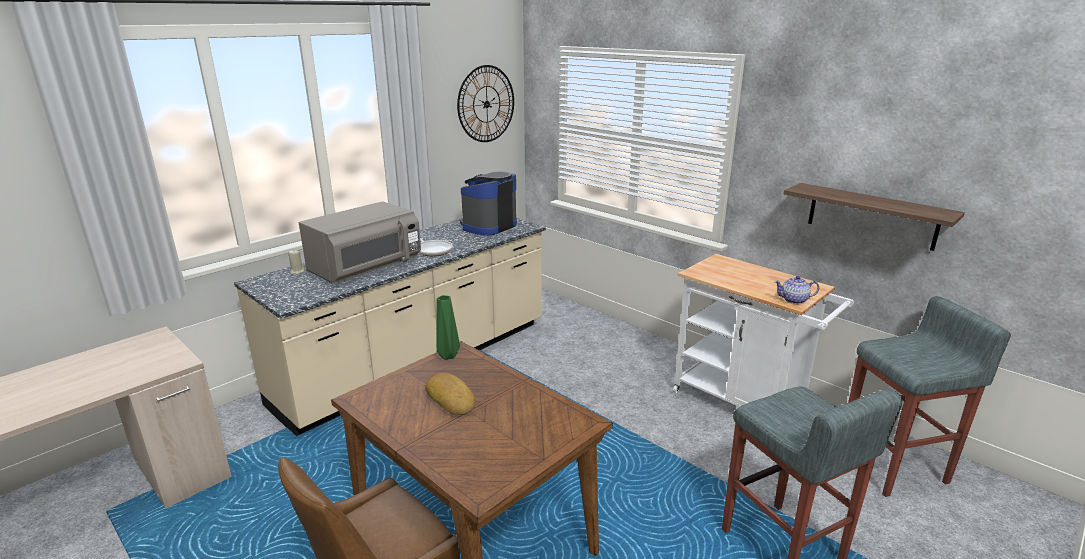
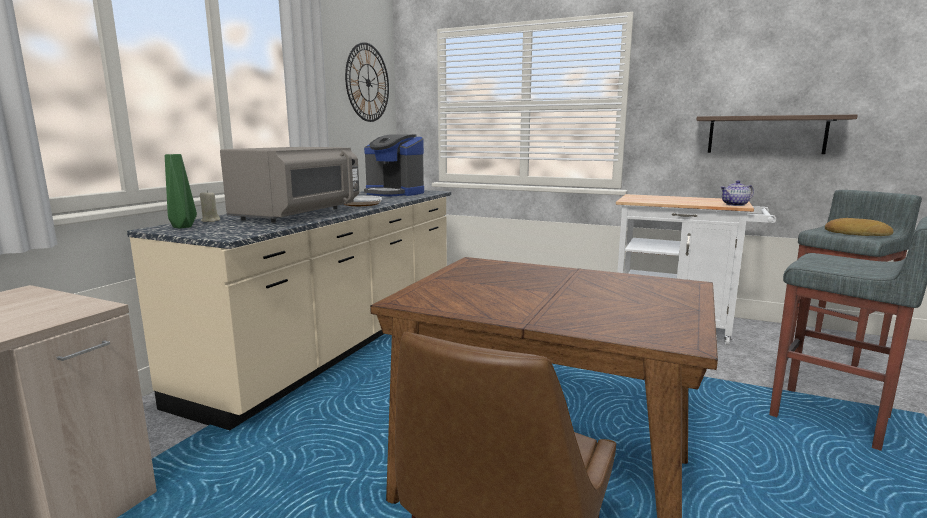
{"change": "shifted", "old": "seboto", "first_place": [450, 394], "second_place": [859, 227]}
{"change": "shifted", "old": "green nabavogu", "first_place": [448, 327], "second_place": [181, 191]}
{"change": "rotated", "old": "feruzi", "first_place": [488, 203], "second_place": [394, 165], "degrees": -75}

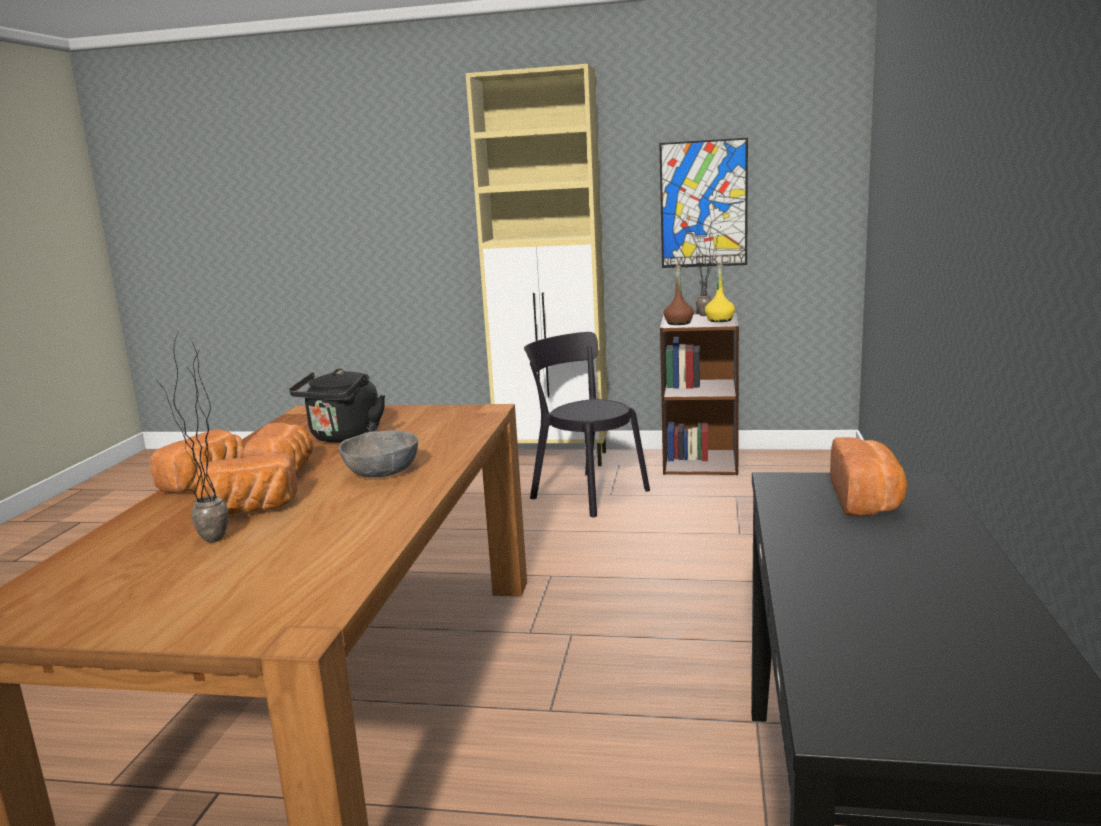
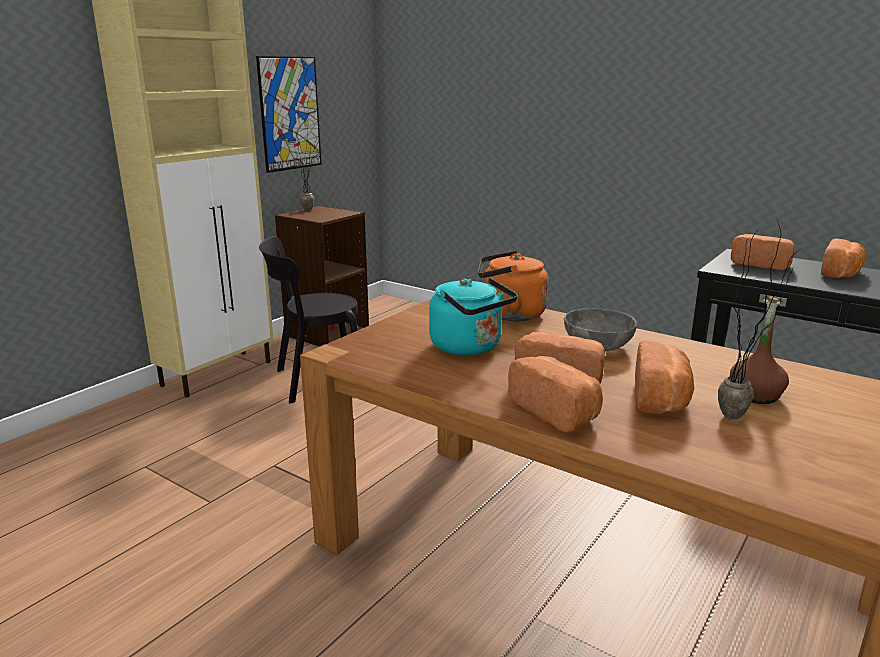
{"change": "gone", "old": "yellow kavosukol", "first_place": [720, 292]}
{"change": "new", "new": "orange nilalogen", "second_place": [513, 286]}
{"change": "new", "new": "seboto", "second_place": [843, 258]}
{"change": "shifted", "old": "brown kavosukol", "first_place": [679, 295], "second_place": [759, 350]}
{"change": "repainted", "old": "black nilalogen", "new": "turquoise nilalogen", "first_place": [337, 406], "second_place": [473, 317]}

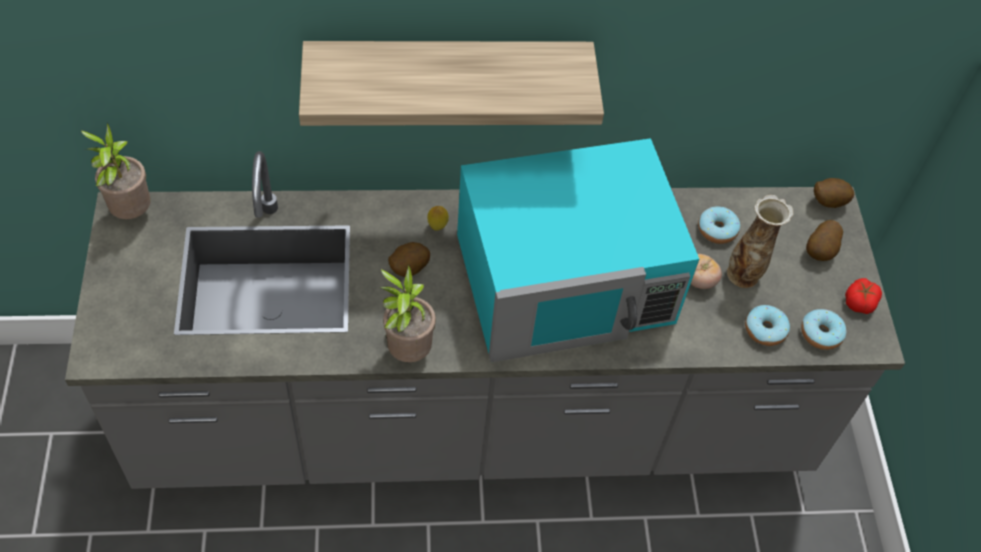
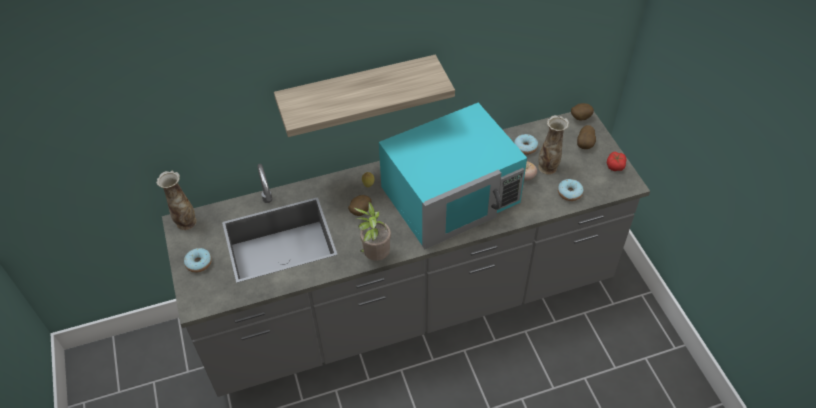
{"change": "shifted", "old": "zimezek", "first_place": [823, 329], "second_place": [198, 260]}
{"change": "swapped", "old": "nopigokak", "new": "nabavogu", "first_place": [116, 171], "second_place": [176, 200]}

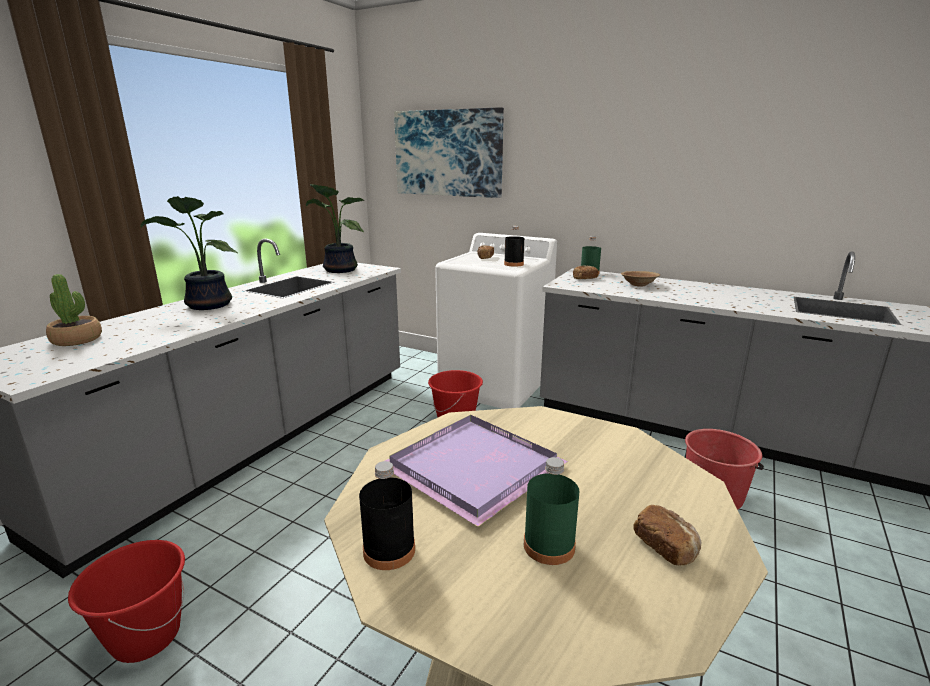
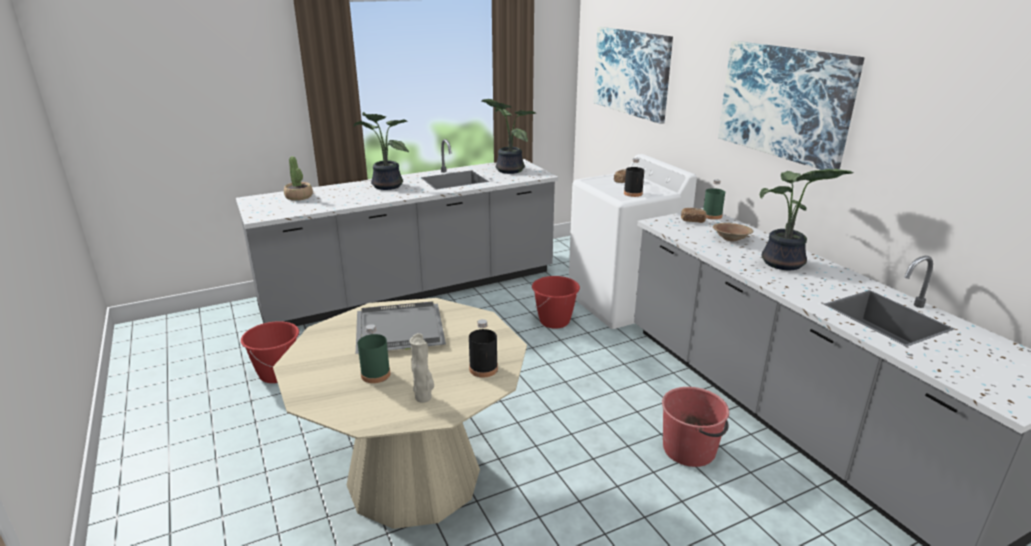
{"change": "new", "new": "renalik", "second_place": [791, 105]}
{"change": "new", "new": "nopigokak", "second_place": [806, 219]}
{"change": "shifted", "old": "black kavosukol", "first_place": [387, 515], "second_place": [483, 348]}
{"change": "swapped", "old": "seboto", "new": "beige nabavogu", "first_place": [667, 535], "second_place": [422, 368]}
{"change": "repainted", "old": "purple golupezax", "new": "grey golupezax", "first_place": [476, 471], "second_place": [401, 327]}

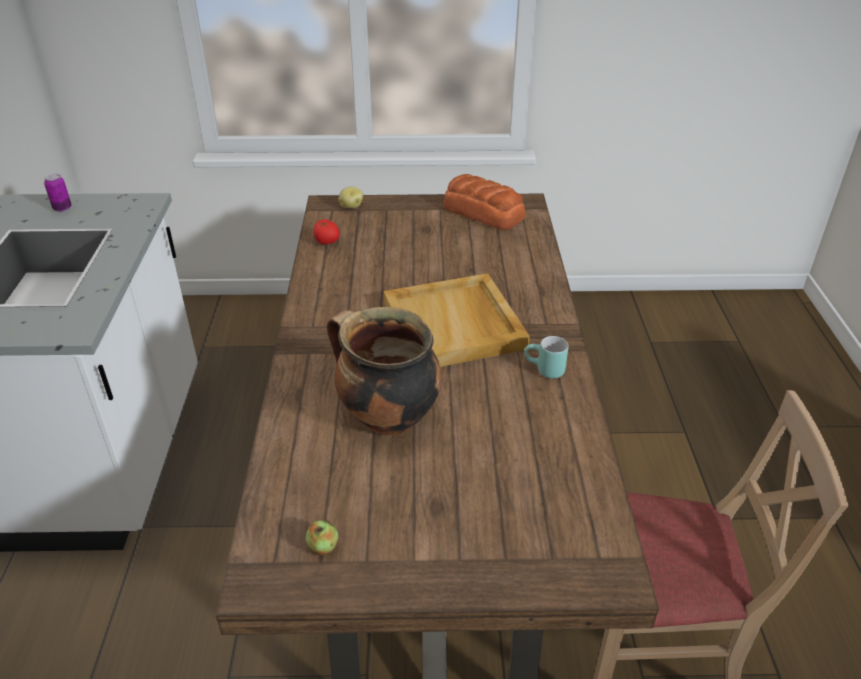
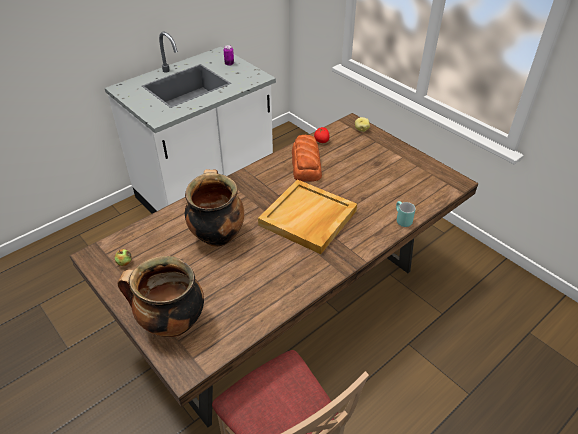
{"change": "new", "new": "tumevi", "second_place": [161, 296]}
{"change": "shifted", "old": "seboto", "first_place": [484, 202], "second_place": [307, 158]}
{"change": "shifted", "old": "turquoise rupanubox", "first_place": [546, 357], "second_place": [406, 214]}

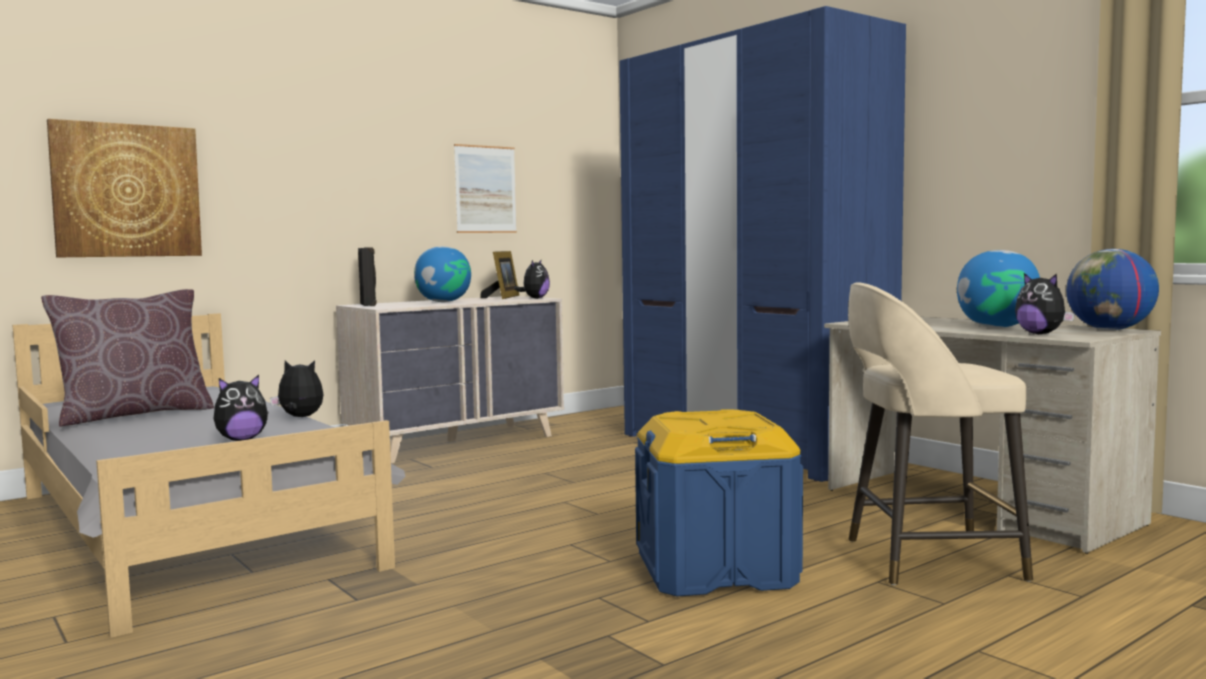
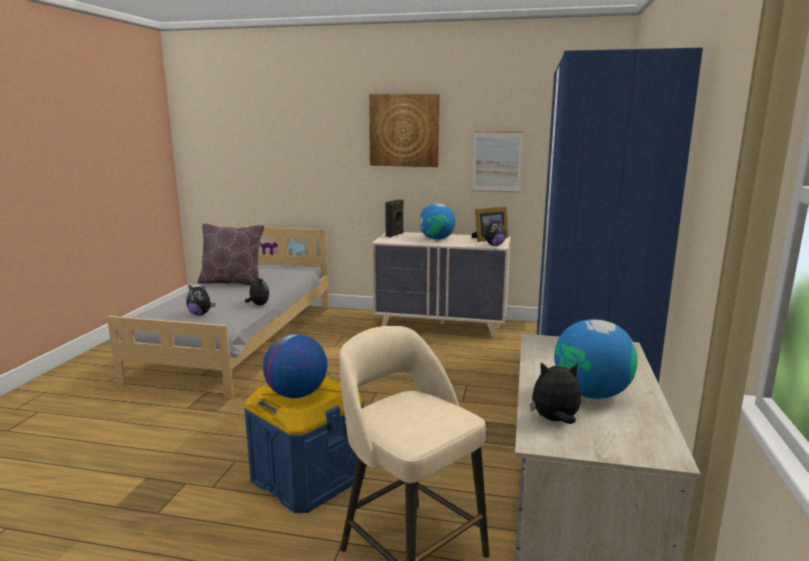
{"change": "shifted", "old": "renalik", "first_place": [124, 188], "second_place": [404, 130]}
{"change": "shifted", "old": "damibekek", "first_place": [1112, 289], "second_place": [295, 366]}
{"change": "rotated", "old": "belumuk", "first_place": [1045, 303], "second_place": [555, 393], "degrees": 75}

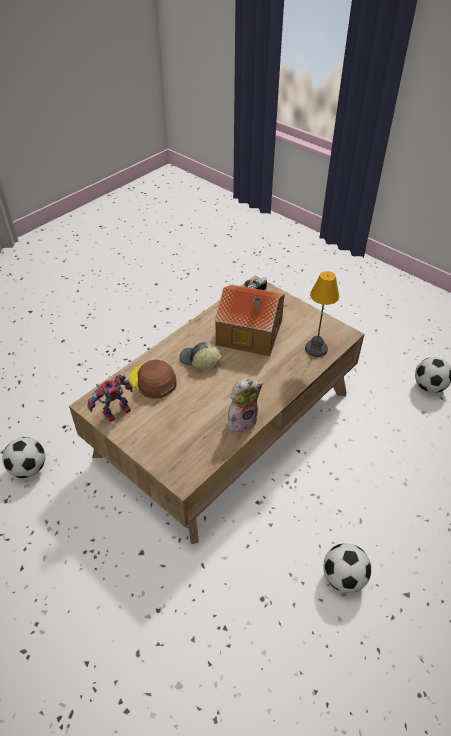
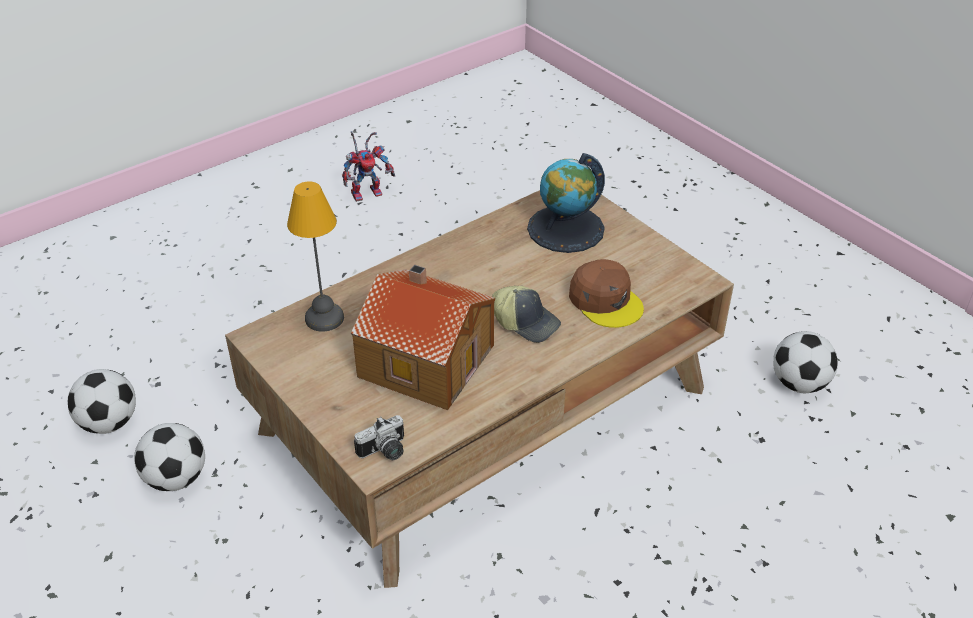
{"change": "gone", "old": "belumuk", "first_place": [245, 405]}
{"change": "new", "new": "damibekek", "second_place": [566, 203]}
{"change": "shifted", "old": "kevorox", "first_place": [110, 397], "second_place": [368, 166]}
{"change": "shifted", "old": "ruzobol", "first_place": [347, 568], "second_place": [169, 457]}

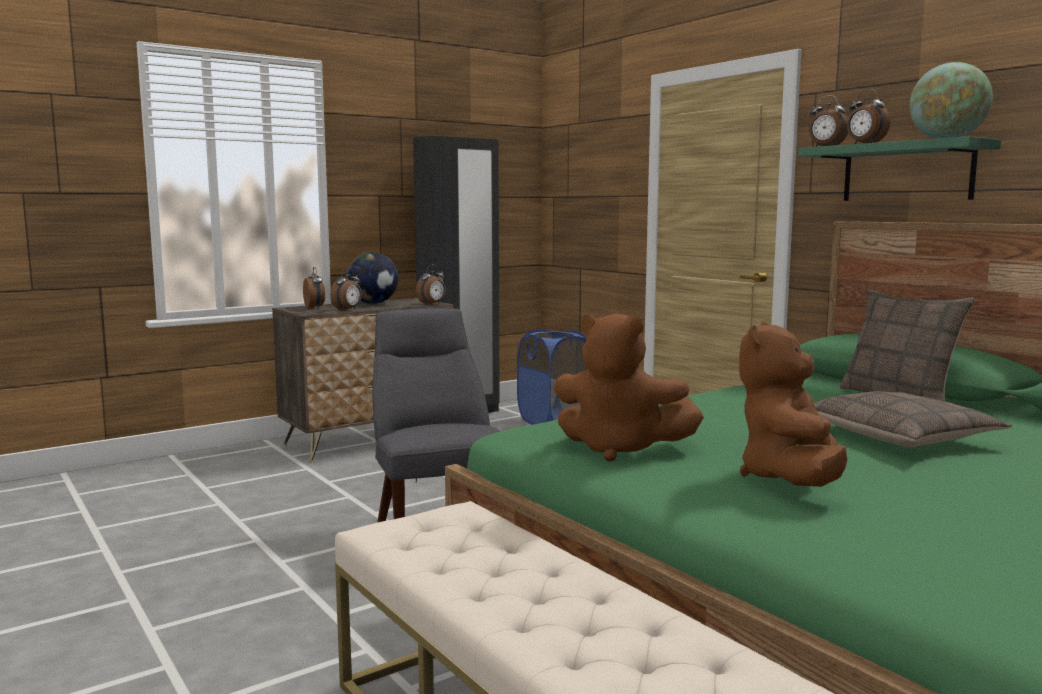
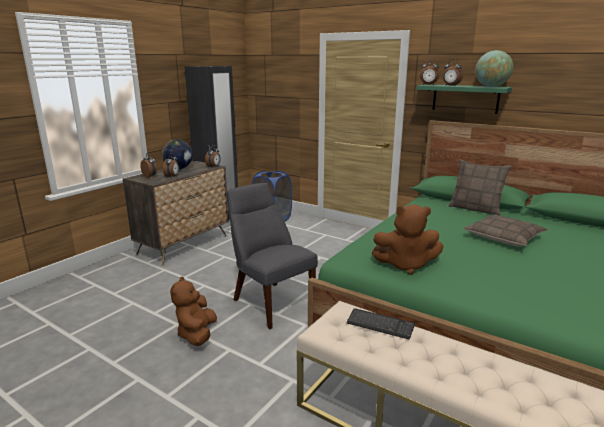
{"change": "new", "new": "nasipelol", "second_place": [380, 324]}
{"change": "shifted", "old": "brown belumuk", "first_place": [793, 404], "second_place": [193, 311]}

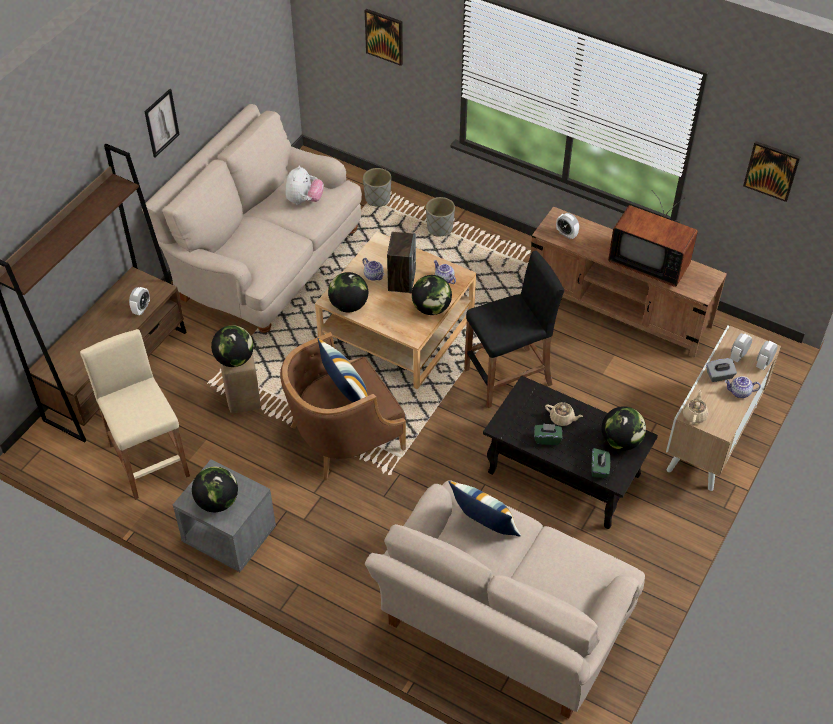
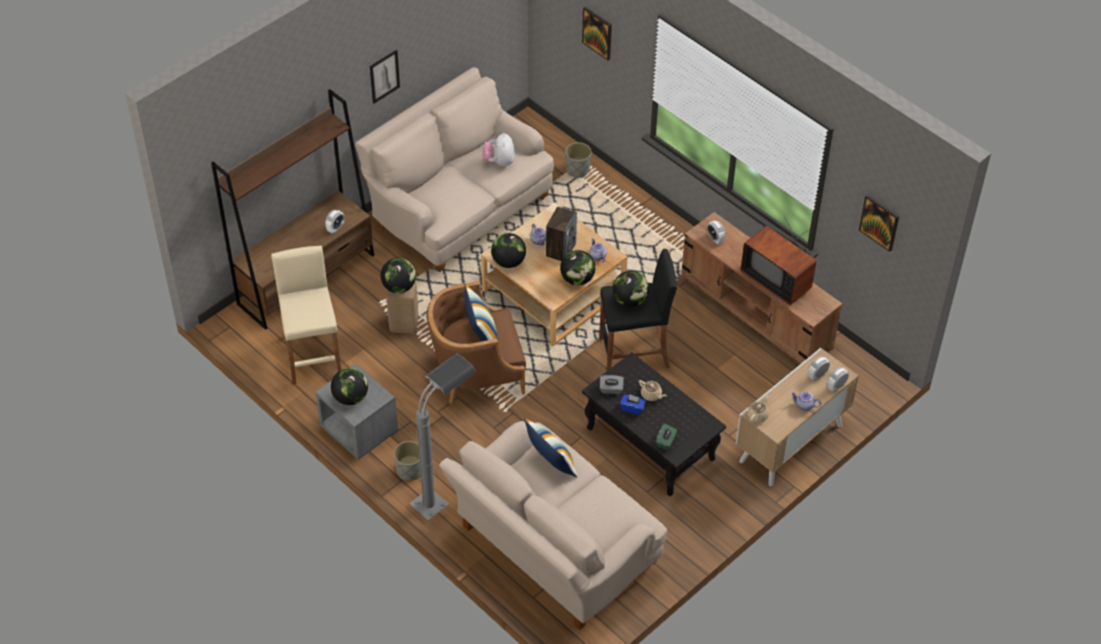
{"change": "new", "new": "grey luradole", "second_place": [442, 436]}
{"change": "shifted", "old": "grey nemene", "first_place": [440, 217], "second_place": [407, 461]}
{"change": "shifted", "old": "damibekek", "first_place": [624, 428], "second_place": [631, 289]}
{"change": "shifted", "old": "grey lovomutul", "first_place": [721, 370], "second_place": [612, 384]}
{"change": "repainted", "old": "green lovomutul", "new": "blue lovomutul", "first_place": [548, 434], "second_place": [633, 404]}
{"change": "rotated", "old": "belumuk", "first_place": [304, 185], "second_place": [498, 150], "degrees": 150}

